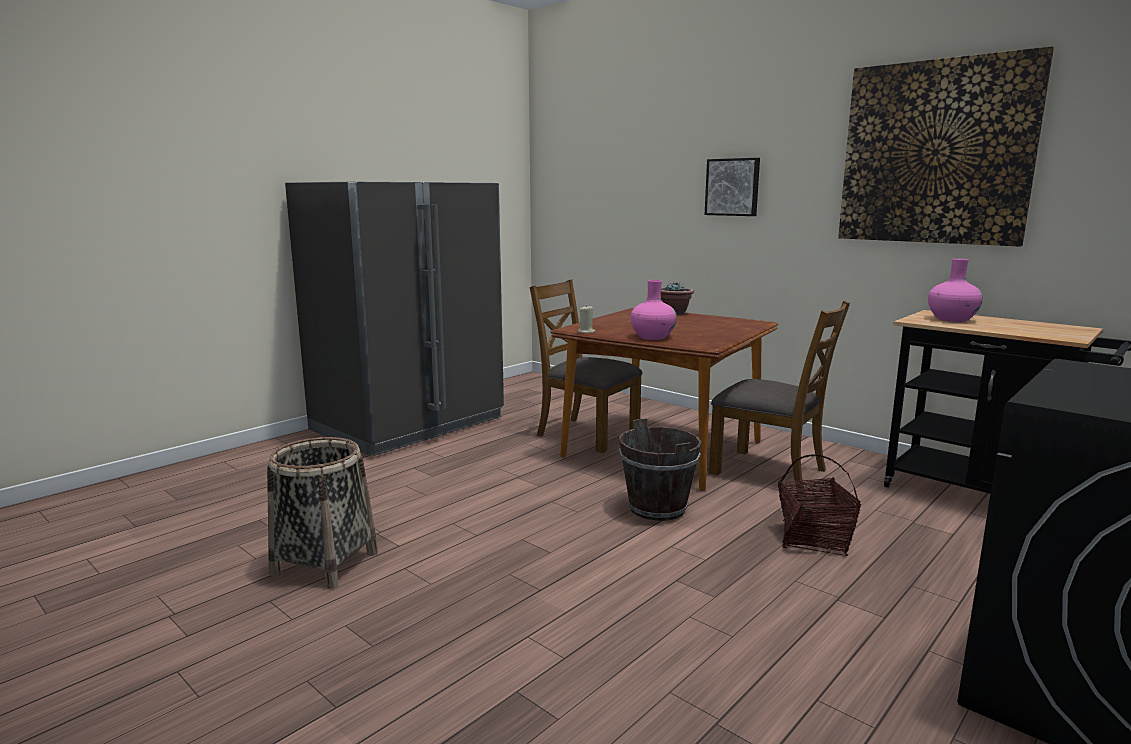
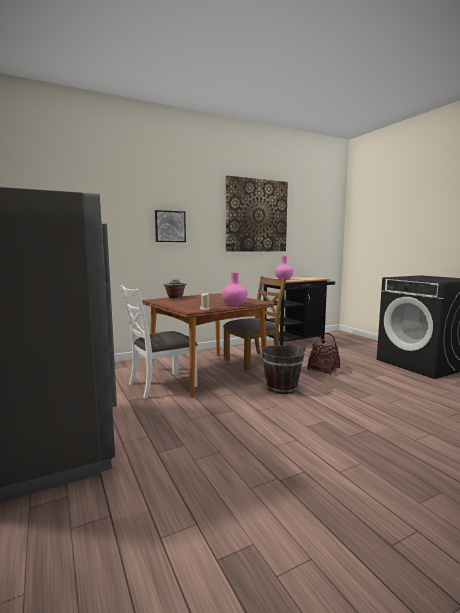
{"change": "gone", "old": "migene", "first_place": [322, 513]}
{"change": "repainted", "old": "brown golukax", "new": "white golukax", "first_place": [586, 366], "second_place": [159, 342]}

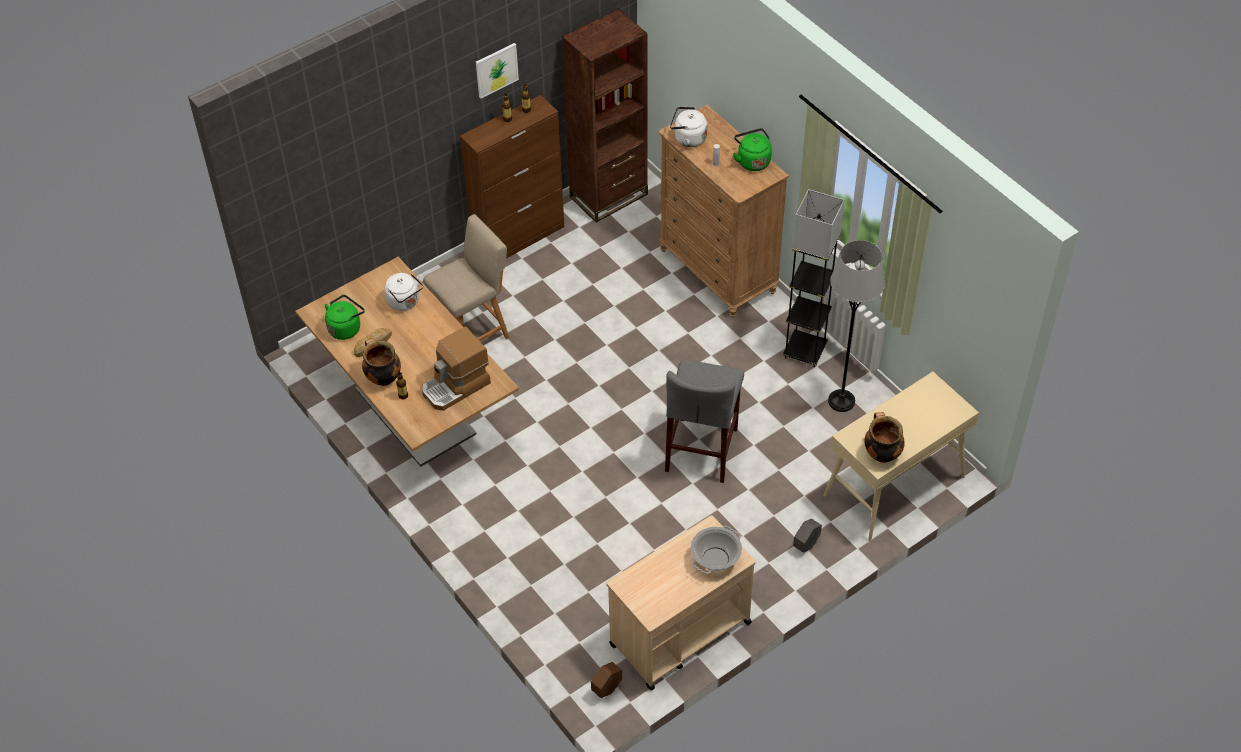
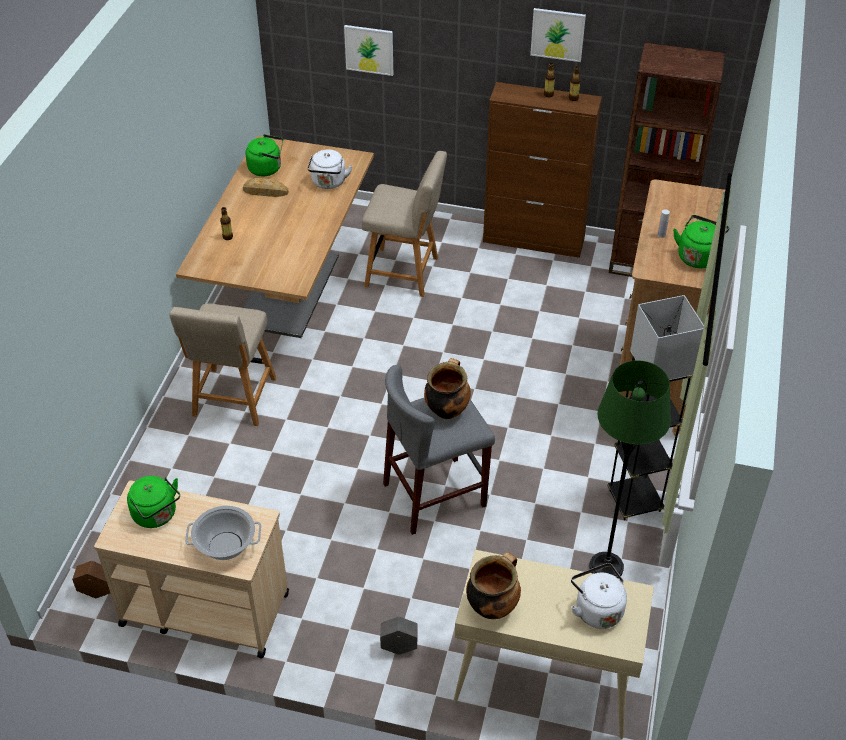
{"change": "gone", "old": "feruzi", "first_place": [456, 369]}
{"change": "new", "new": "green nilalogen", "second_place": [153, 502]}
{"change": "new", "new": "beige golukax", "second_place": [223, 364]}
{"change": "new", "new": "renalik", "second_place": [368, 50]}
{"change": "shifted", "old": "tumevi", "first_place": [381, 362], "second_place": [447, 388]}
{"change": "shifted", "old": "white nilalogen", "first_place": [688, 127], "second_place": [599, 596]}
{"change": "repainted", "old": "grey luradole", "new": "green luradole", "first_place": [856, 326], "second_place": [630, 469]}

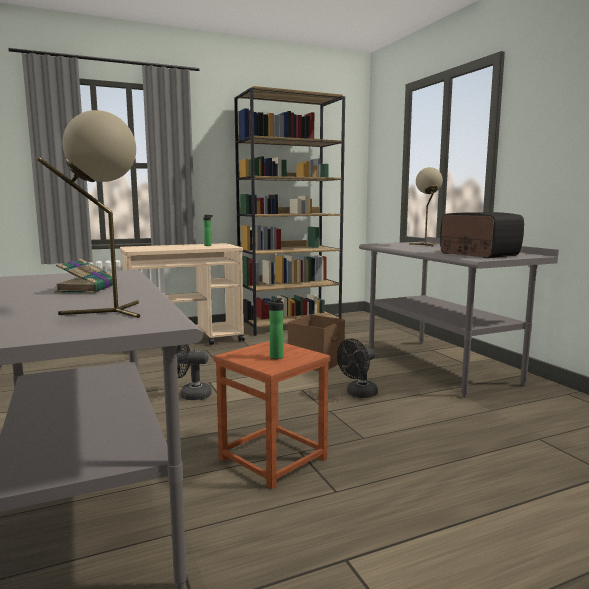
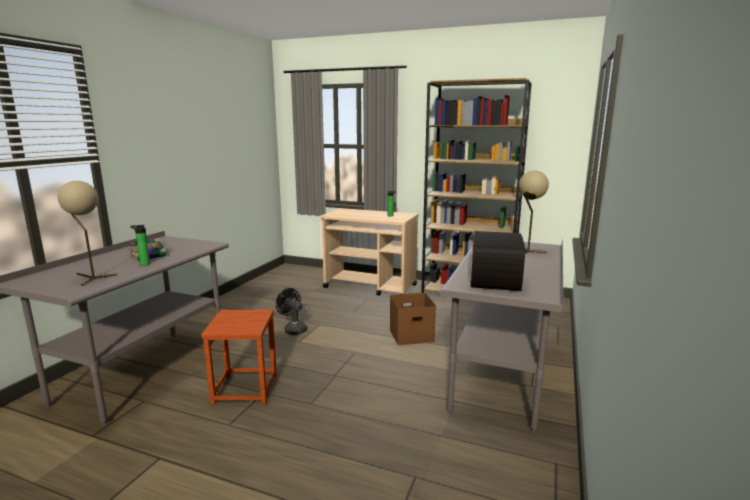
{"change": "gone", "old": "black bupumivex", "first_place": [357, 368]}
{"change": "shifted", "old": "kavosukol", "first_place": [274, 328], "second_place": [140, 245]}

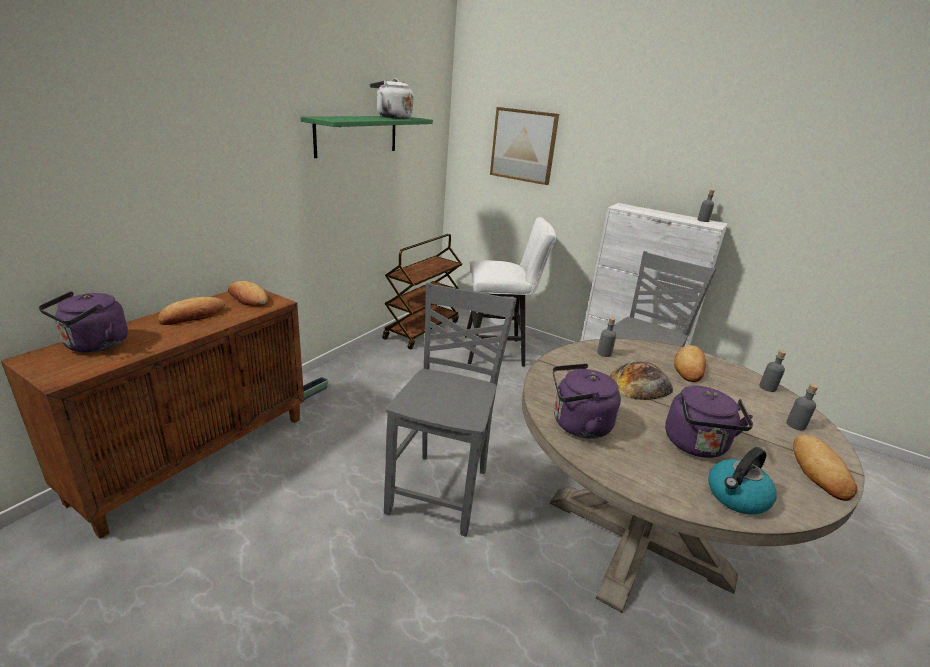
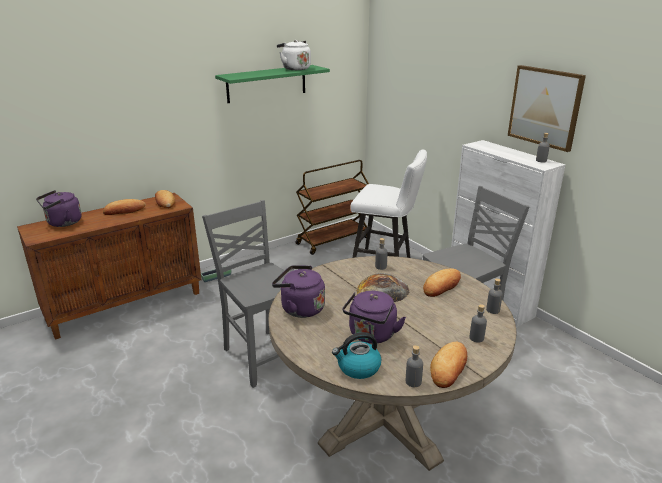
{"change": "new", "new": "grey kavosukol", "second_place": [414, 366]}
{"change": "shifted", "old": "renalik", "first_place": [524, 146], "second_place": [547, 108]}
{"change": "rotated", "old": "grey golukax", "first_place": [450, 409], "second_place": [243, 294], "degrees": -75}

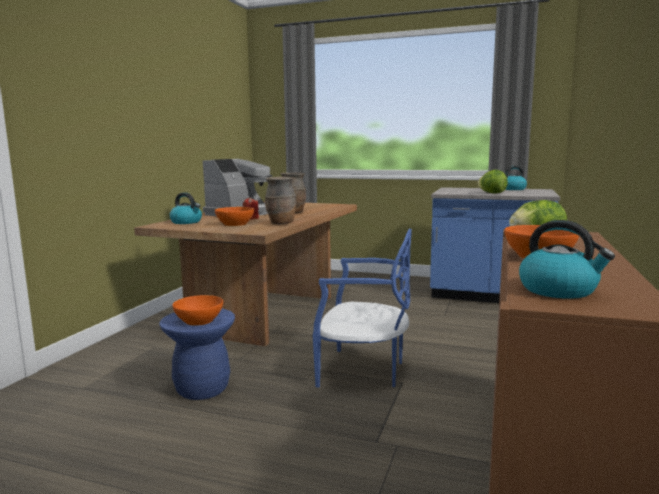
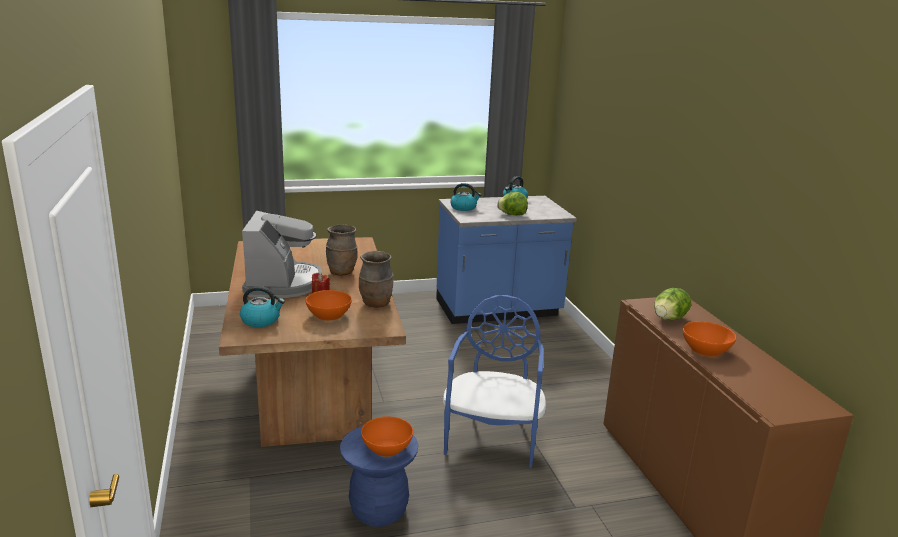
{"change": "shifted", "old": "nilalogen", "first_place": [567, 259], "second_place": [466, 197]}
{"change": "rotated", "old": "blue golukax", "first_place": [362, 308], "second_place": [494, 381], "degrees": -60}

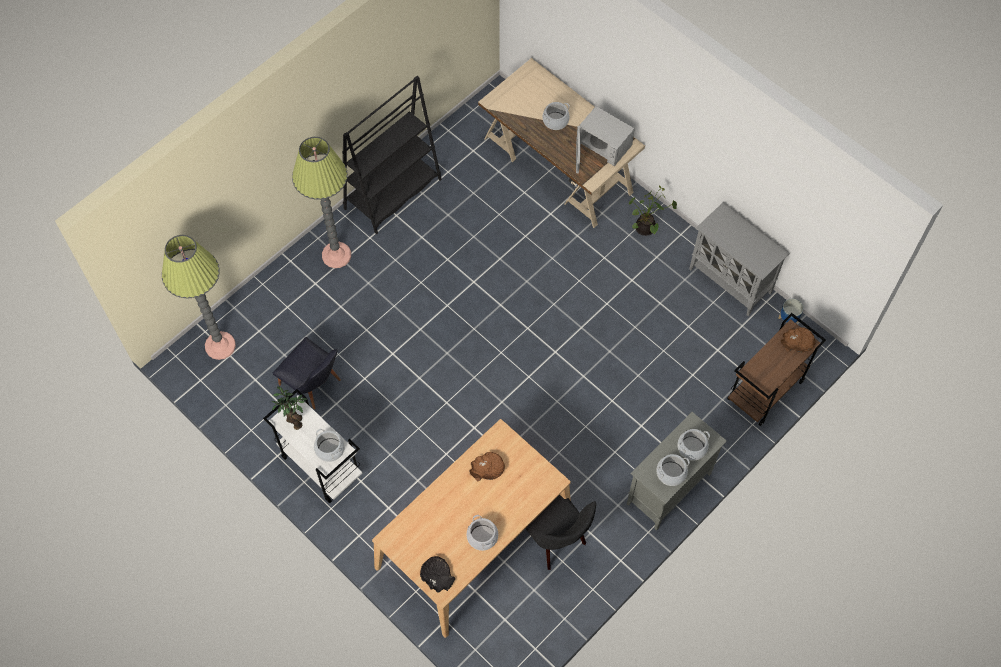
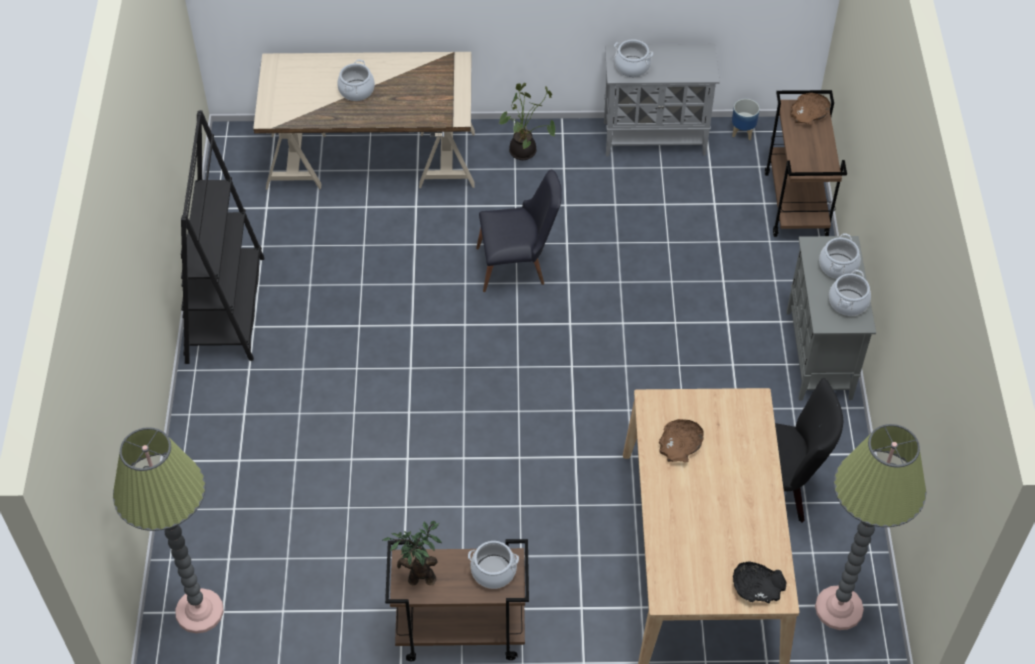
{"change": "gone", "old": "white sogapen", "first_place": [605, 139]}
{"change": "shifted", "old": "black golukax", "first_place": [307, 373], "second_place": [519, 231]}
{"change": "shifted", "old": "luradole", "first_place": [321, 202], "second_place": [870, 527]}
{"change": "shifted", "old": "tumevi", "first_place": [482, 533], "second_place": [633, 58]}
{"change": "repainted", "old": "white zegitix", "new": "brown zegitix", "first_place": [312, 446], "second_place": [457, 600]}

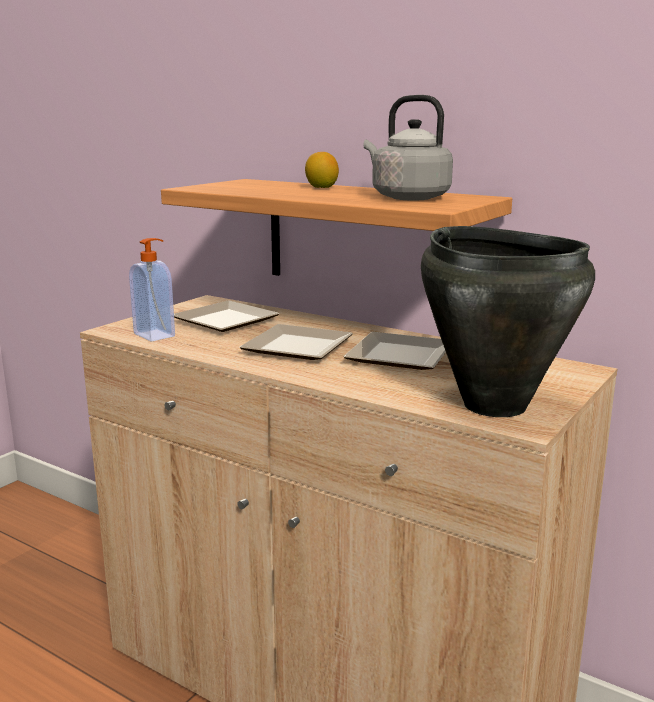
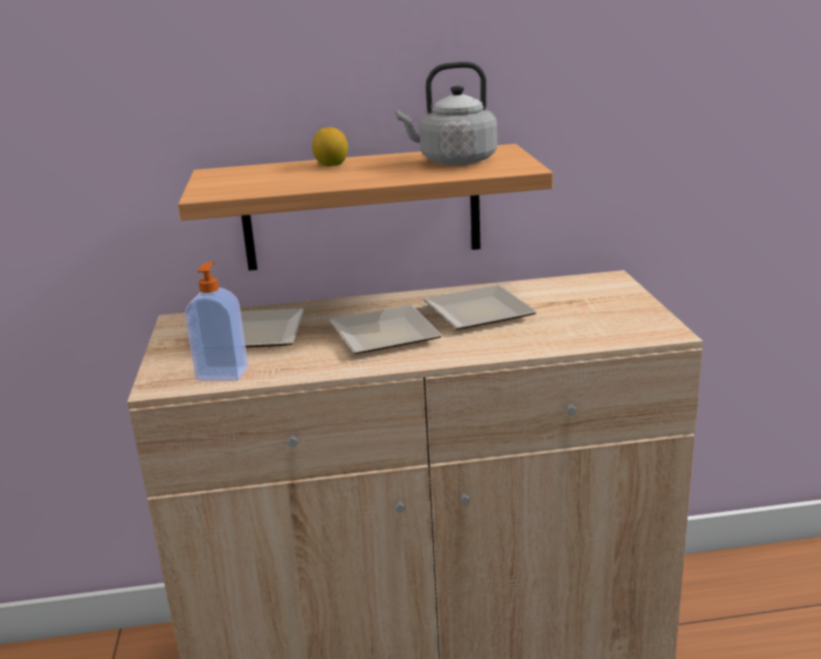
{"change": "gone", "old": "black tumevi", "first_place": [508, 321]}

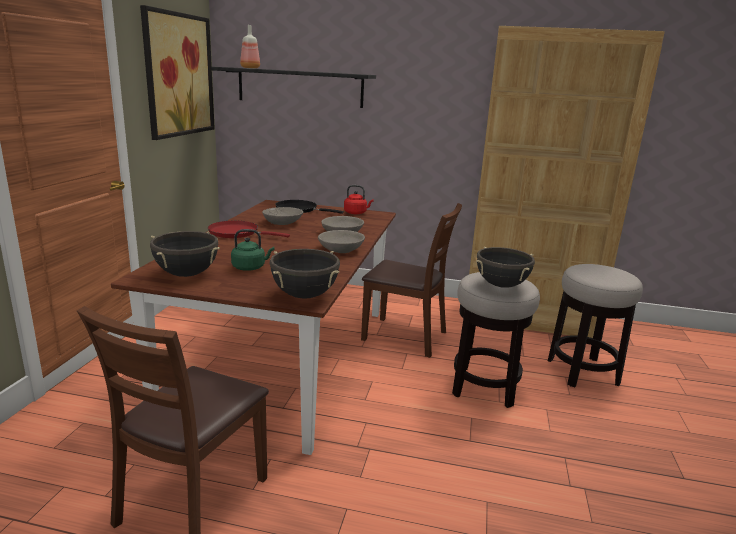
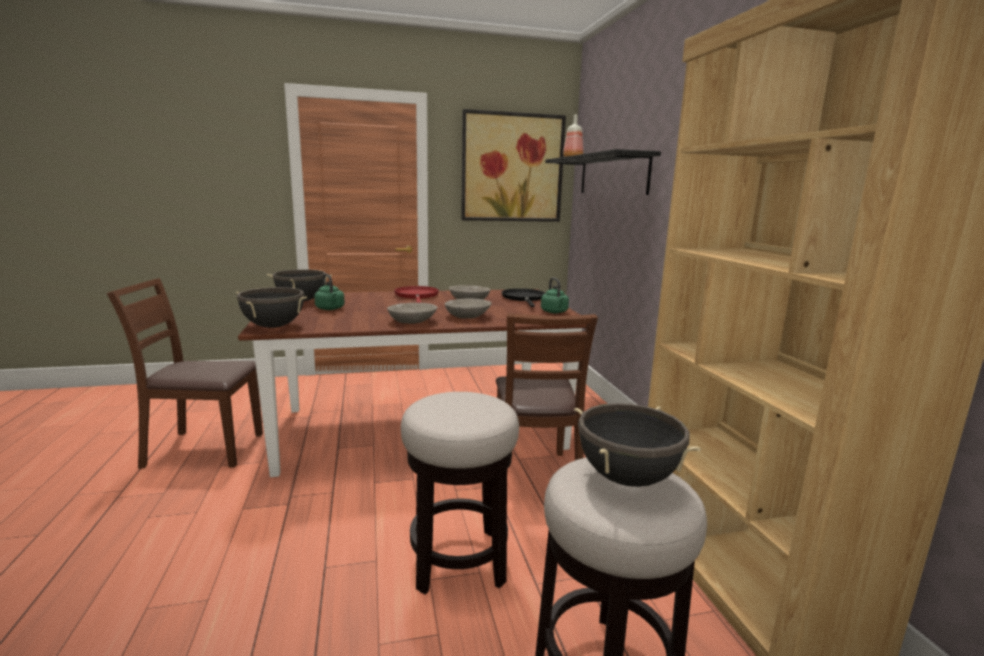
{"change": "shifted", "old": "black tumevi", "first_place": [505, 267], "second_place": [637, 445]}
{"change": "repainted", "old": "red nilalogen", "new": "green nilalogen", "first_place": [359, 199], "second_place": [555, 295]}

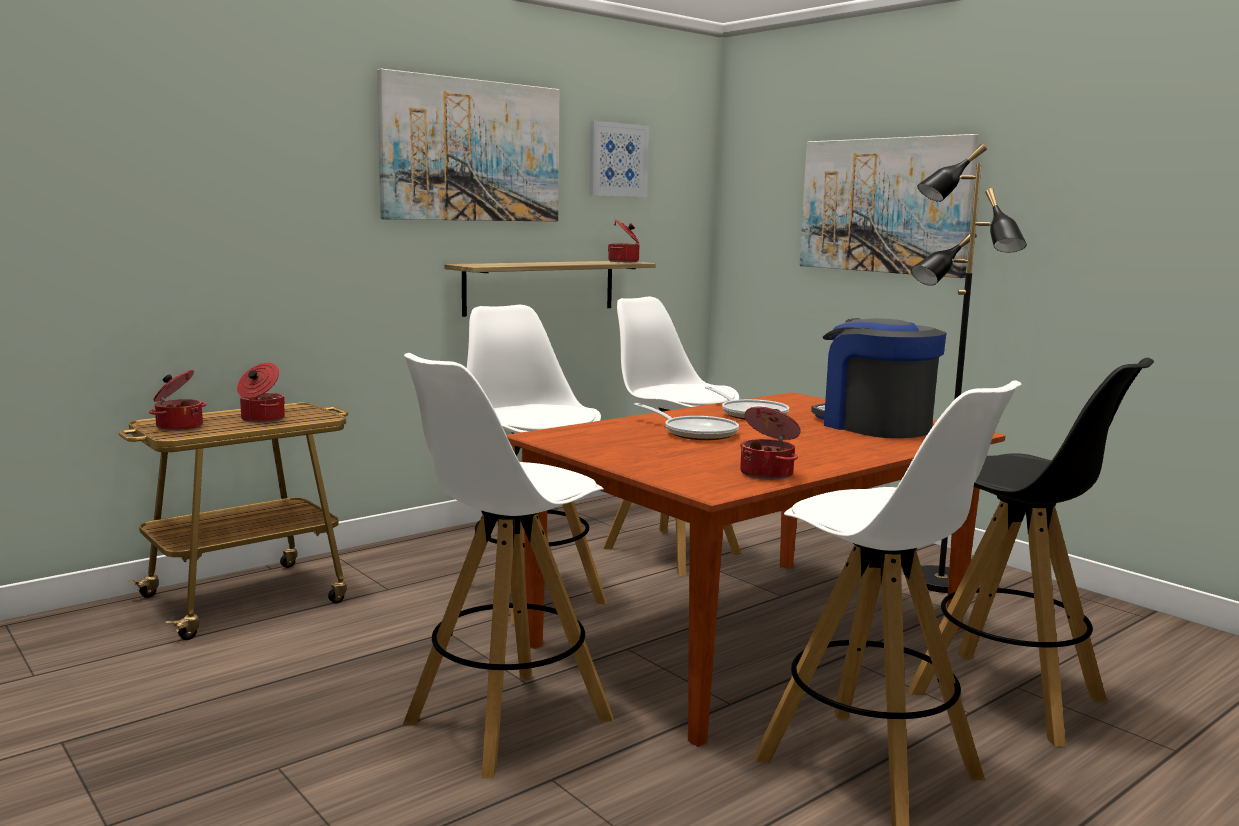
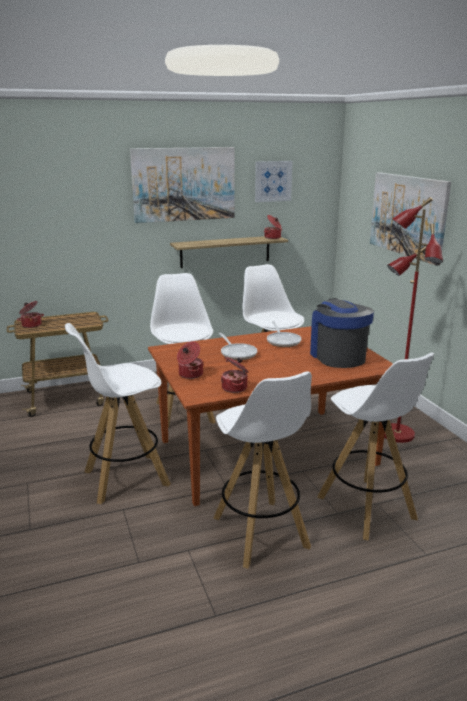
{"change": "shifted", "old": "tumevi", "first_place": [261, 393], "second_place": [190, 360]}
{"change": "repainted", "old": "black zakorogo", "new": "white zakorogo", "first_place": [1031, 552], "second_place": [375, 446]}
{"change": "repainted", "old": "black luradole", "new": "red luradole", "first_place": [969, 368], "second_place": [413, 320]}

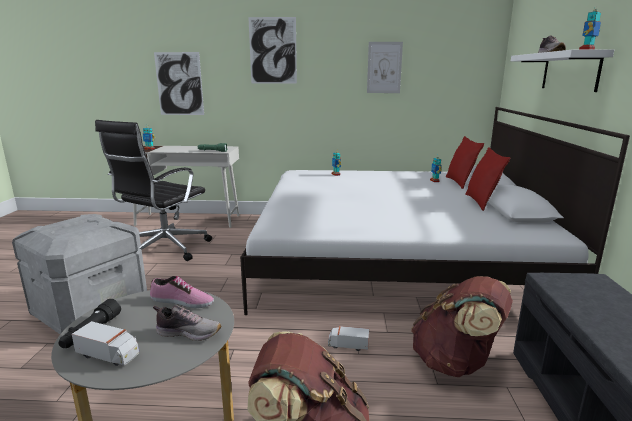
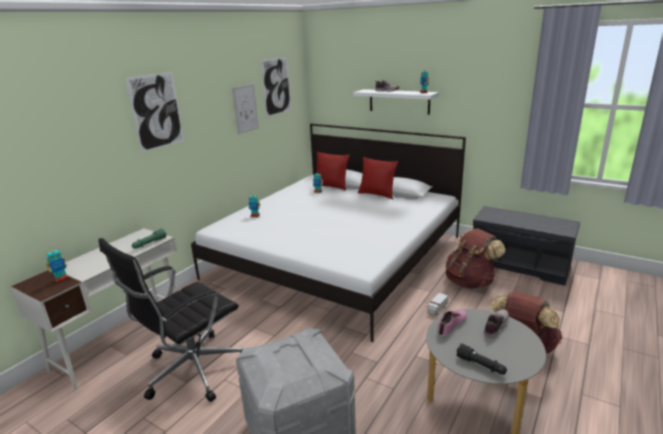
{"change": "gone", "old": "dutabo", "first_place": [105, 343]}
{"change": "shifted", "old": "renalik", "first_place": [179, 83], "second_place": [276, 87]}
{"change": "rotated", "old": "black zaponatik", "first_place": [153, 190], "second_place": [170, 320], "degrees": 75}

